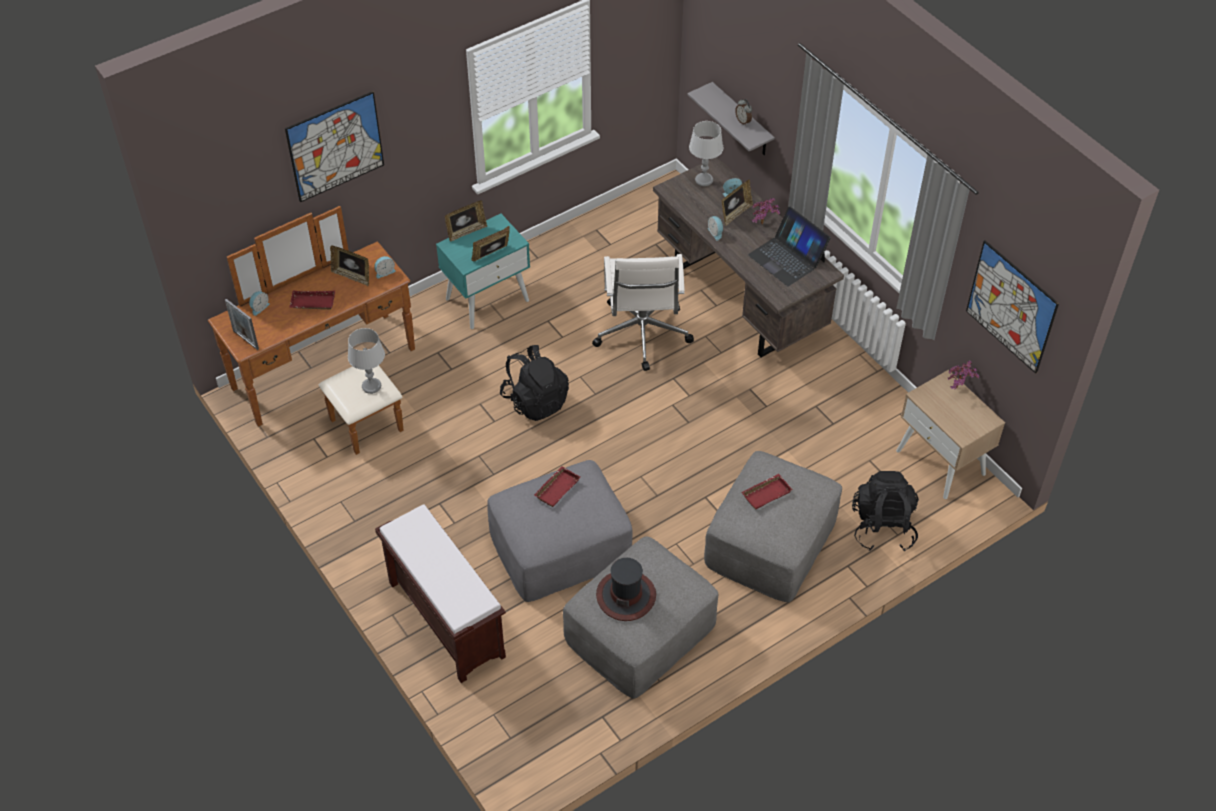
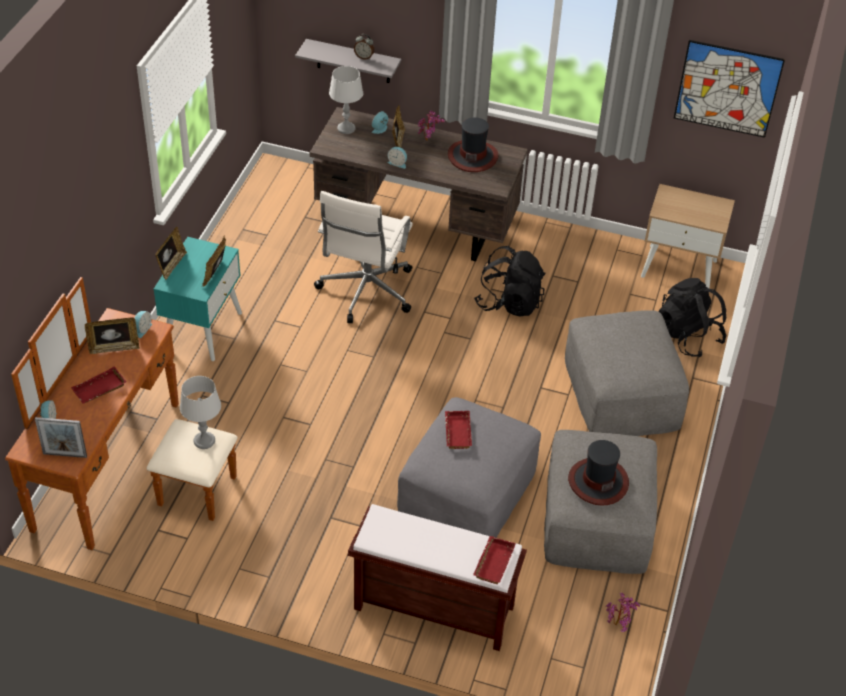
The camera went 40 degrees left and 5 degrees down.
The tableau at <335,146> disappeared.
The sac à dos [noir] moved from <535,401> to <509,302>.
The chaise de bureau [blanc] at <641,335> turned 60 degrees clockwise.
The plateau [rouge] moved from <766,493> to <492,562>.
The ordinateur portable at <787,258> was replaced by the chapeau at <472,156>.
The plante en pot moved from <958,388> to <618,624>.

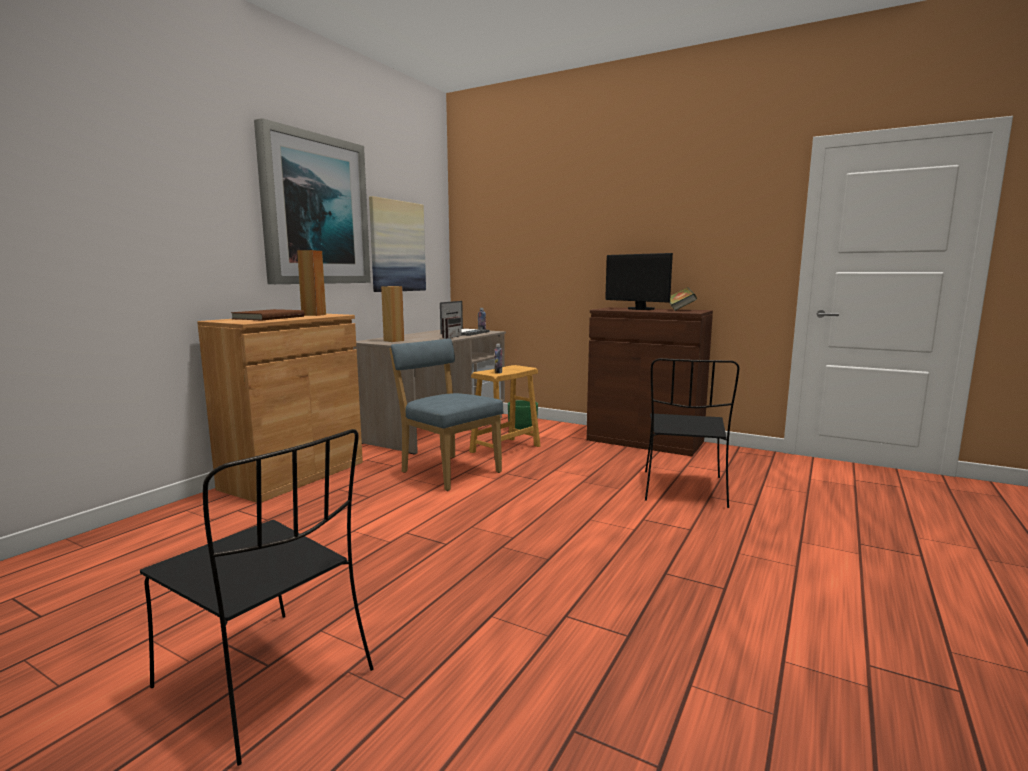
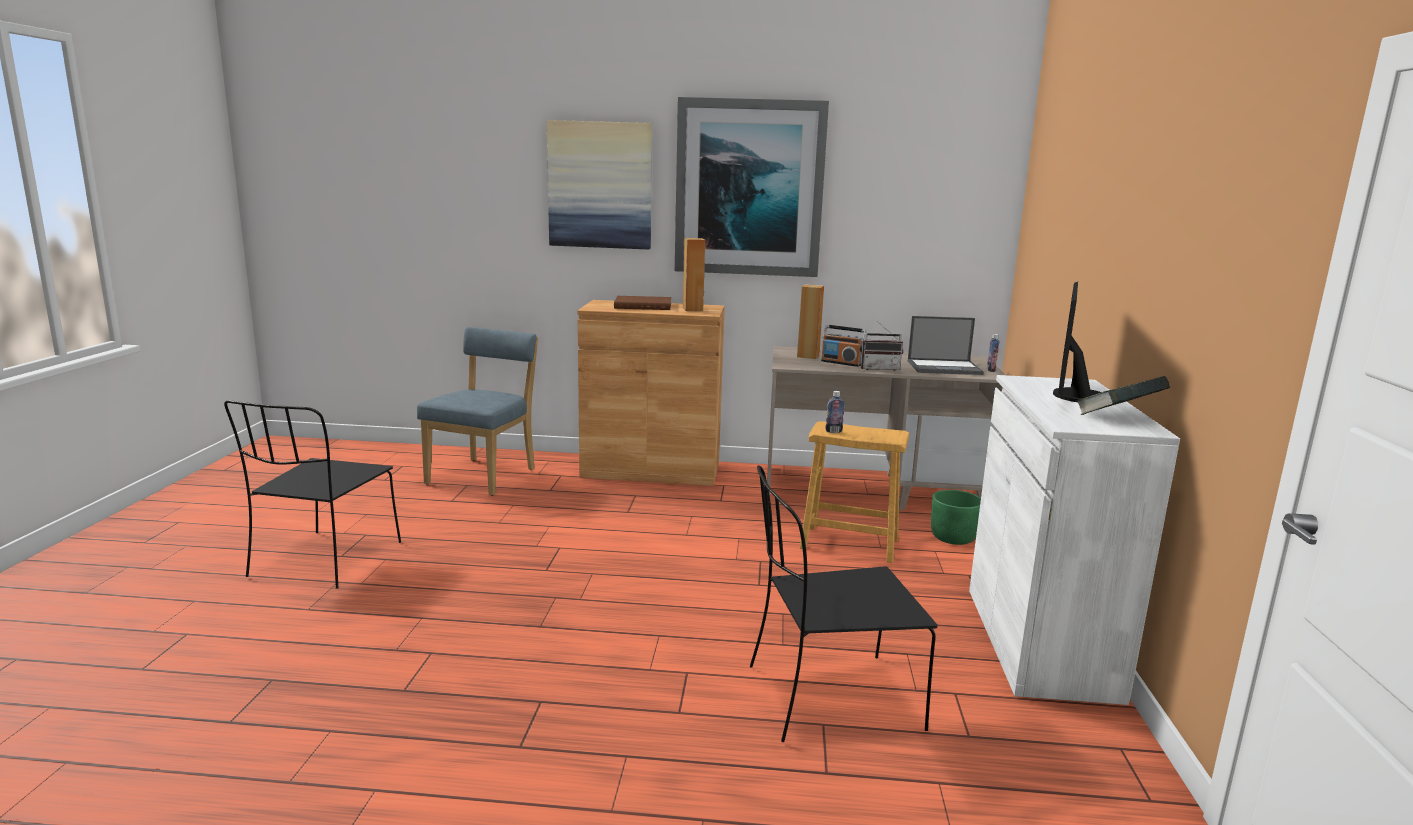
The camera went 65 degrees right and 5 degrees up.
The tableau moved from <397,246> to <600,185>.
The chaise [bleu] moved from <448,471> to <485,475>.
The meuble de rangement [marron] at <644,441> became the meuble de rangement [blanc] at <1039,641>.
The radio at <841,363> appeared.

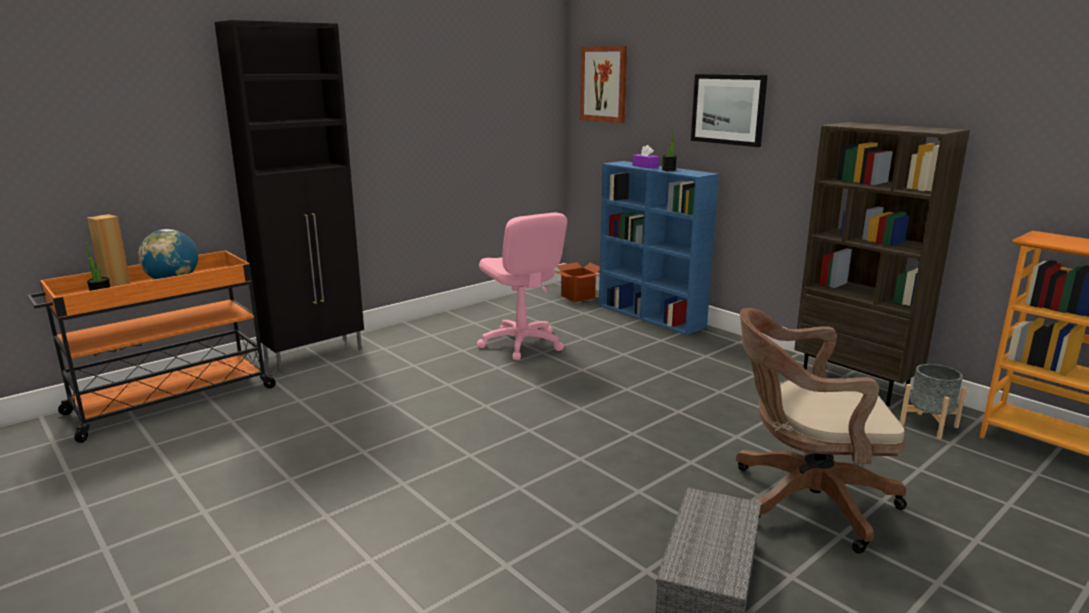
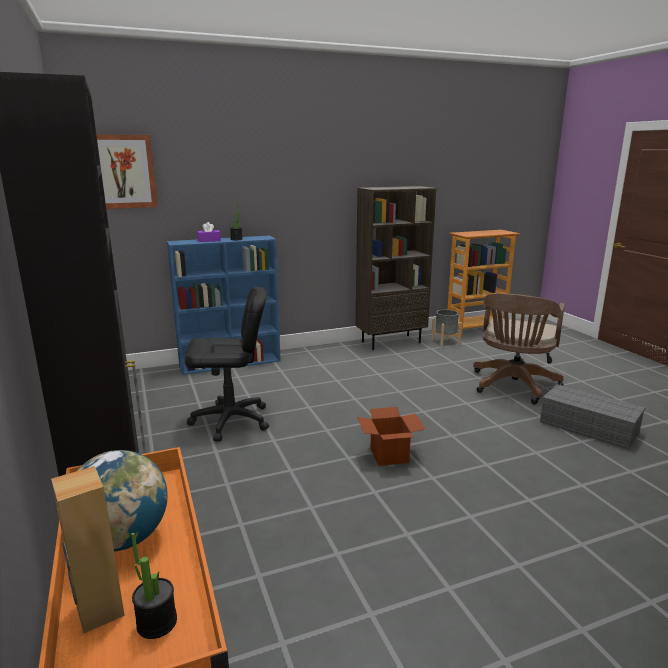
The camera went 70 degrees left and 0 degrees up.
The chaise de bureau [rose] at <521,344> became the chaise de bureau [noir] at <231,421>.
The carton moved from <578,297> to <389,455>.
The tableau at <728,109> disappeared.

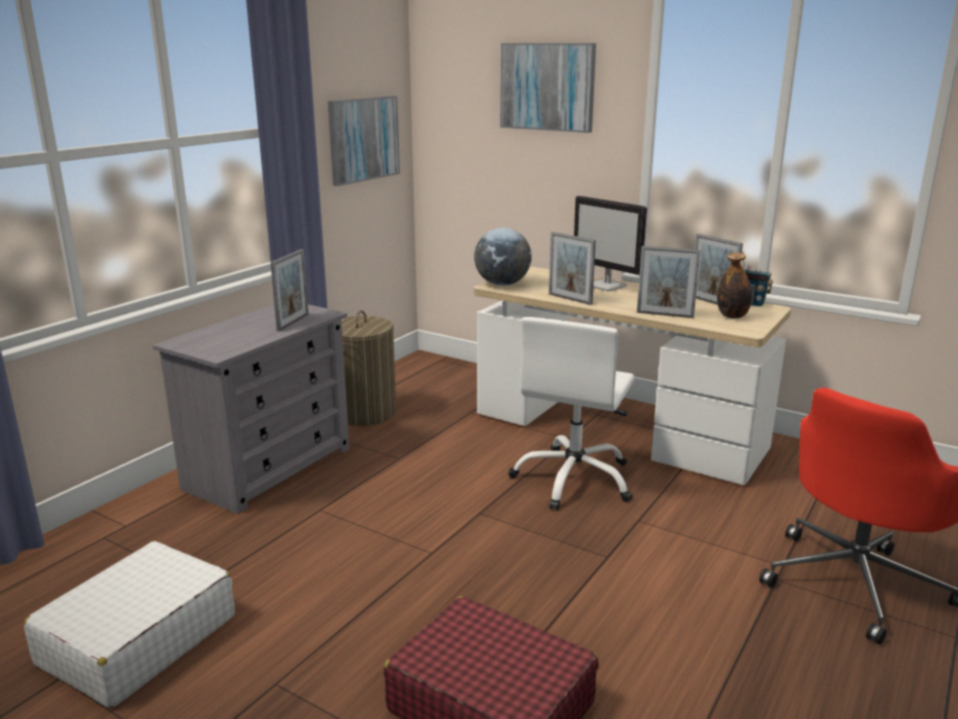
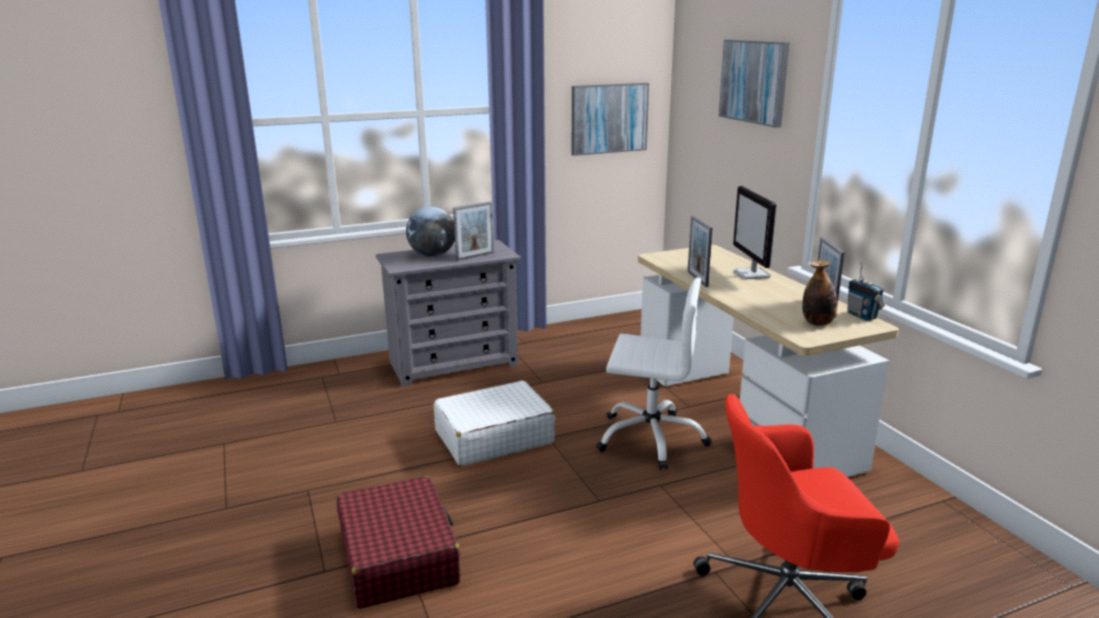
The camera went 35 degrees right and 0 degrees up.
The valise [blanc] moved from <137,640> to <493,437>.
The panier à linge at <365,413> disappeared.
The globe moved from <502,284> to <432,255>.
The chaise de bureau [blanc] at <574,479> turned 135 degrees counterclockwise.
The cadre photo at <665,315> disappeared.

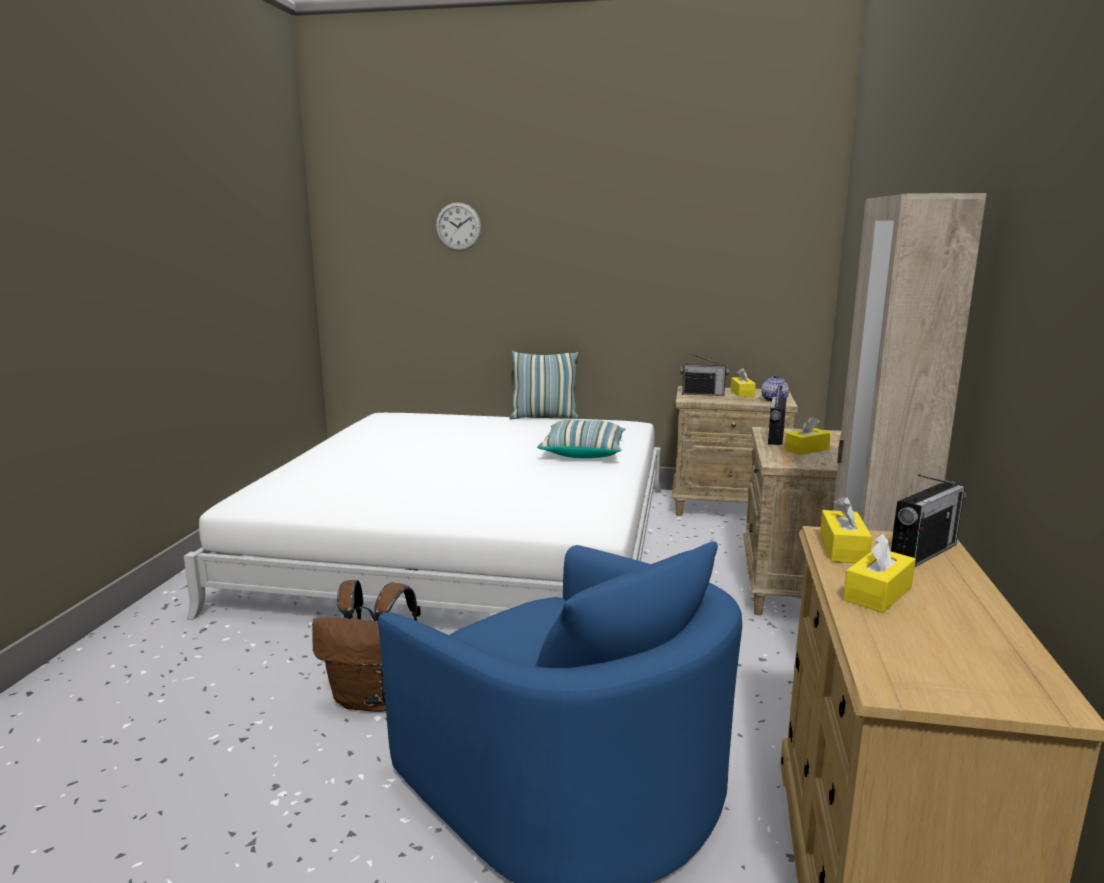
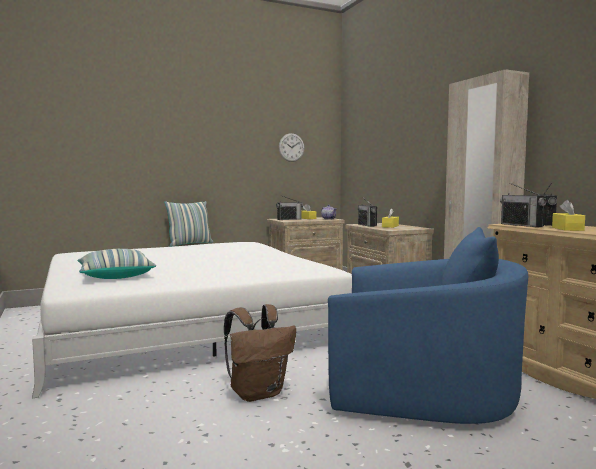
The camera went 35 degrees left and 10 degrees down.
The horloge murale moved from <458,226> to <291,147>.
The coussin moved from <583,452> to <115,276>.
The boîte à mouchoirs [jaune] at <843,549> was replaced by the radio at <521,225>.

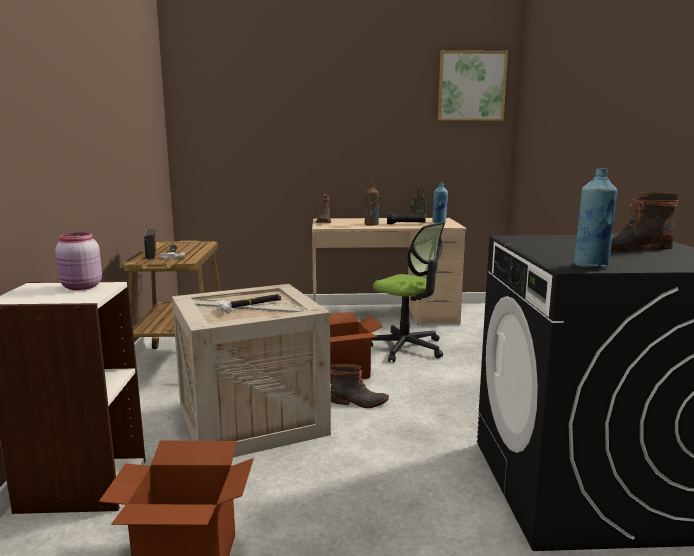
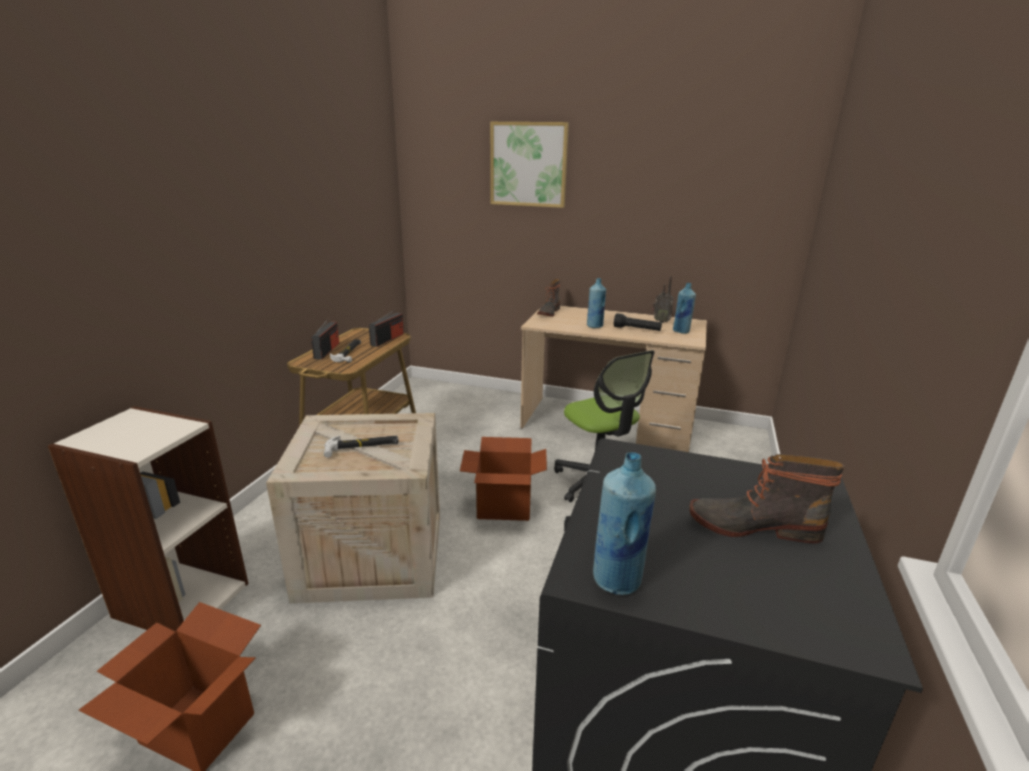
The camera went 20 degrees right and 10 degrees up.
The bocal [rose] at <81,287> disappeared.
The botte at <359,402> disappeared.
The bouteille [marron] at <371,225> became the bouteille [bleu] at <594,326>.
The tableau moved from <471,86> to <528,164>.
The radio at <387,339> appeared.

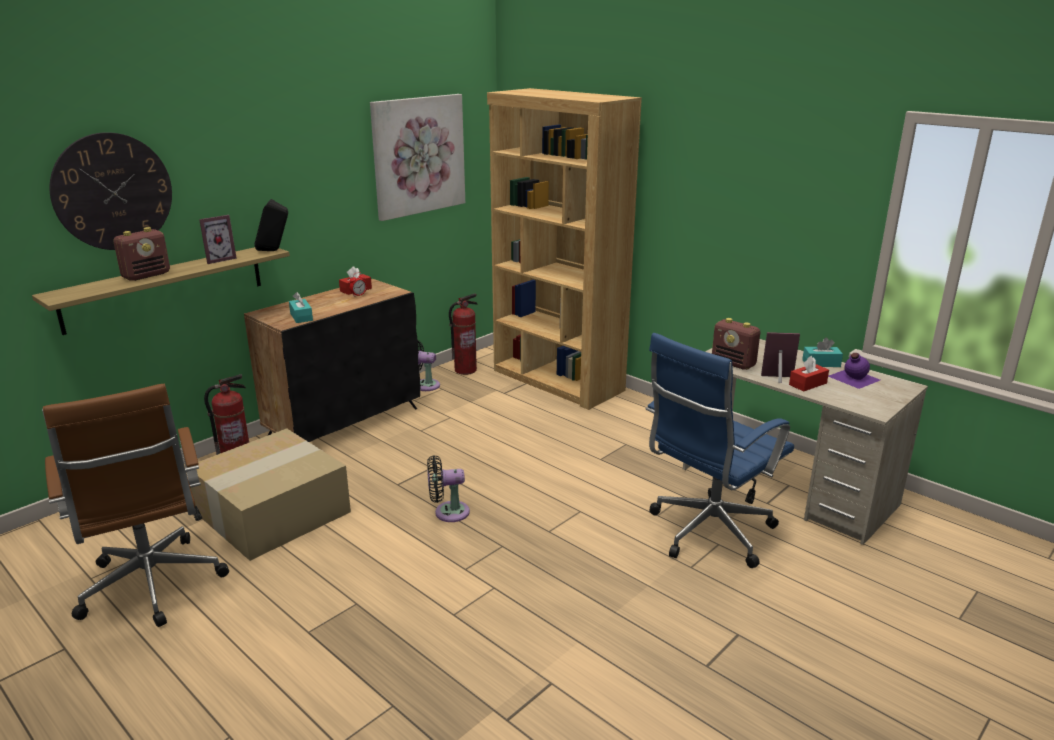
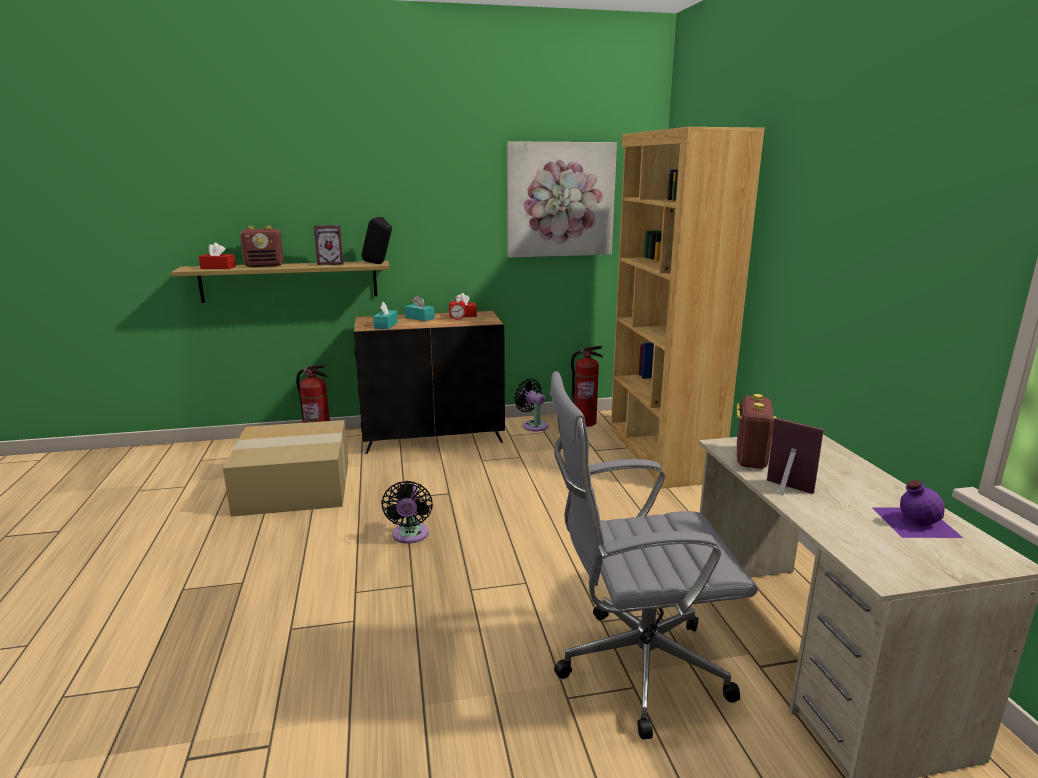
The camera went 35 degrees right and 5 degrees down.
The chaise de bureau [marron] at <152,588> disappeared.
The horloge murale at <113,192> disappeared.
The ventilateur [noir] at <448,512> turned 120 degrees counterclockwise.
The chaise de bureau [bleu] at <707,534> became the chaise de bureau [gris] at <634,668>.
The radio at <734,363> turned 150 degrees counterclockwise.
The boîte à mouchoirs [rouge] moved from <807,384> to <218,268>.
The boîte à mouchoirs [turquoise] moved from <821,363> to <419,318>.

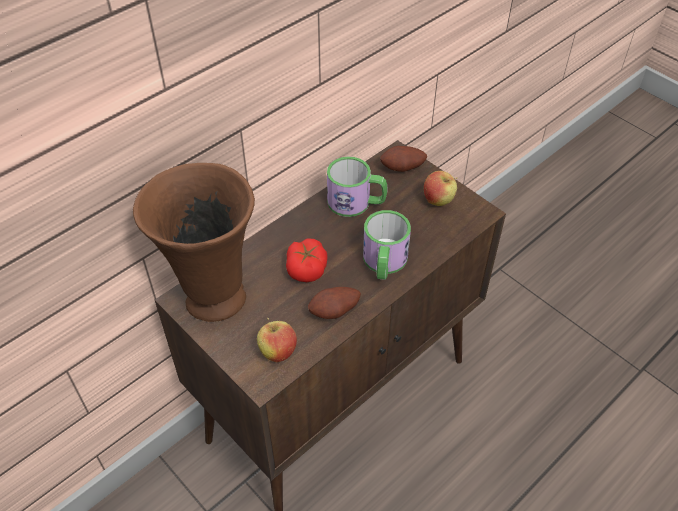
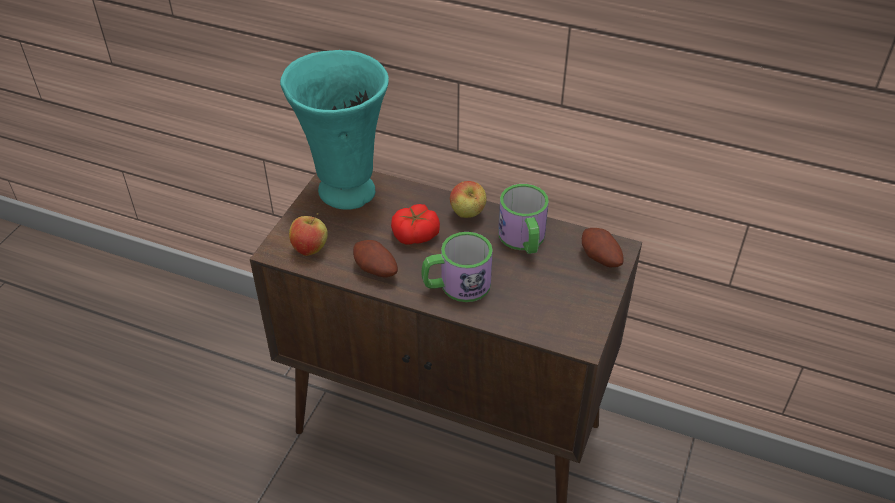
The camera went 65 degrees right and 5 degrees down.
The vase [marron] at <213,300> became the vase [turquoise] at <345,190>.
The pomme moved from <438,201> to <467,214>.

